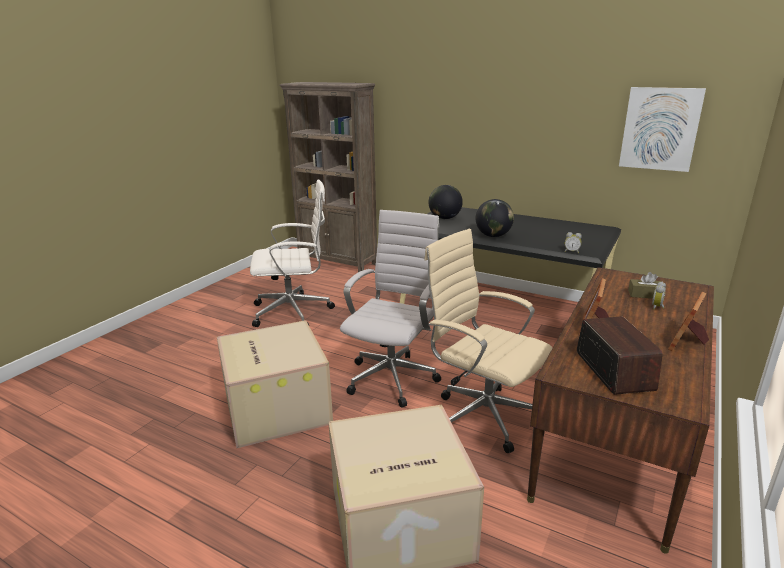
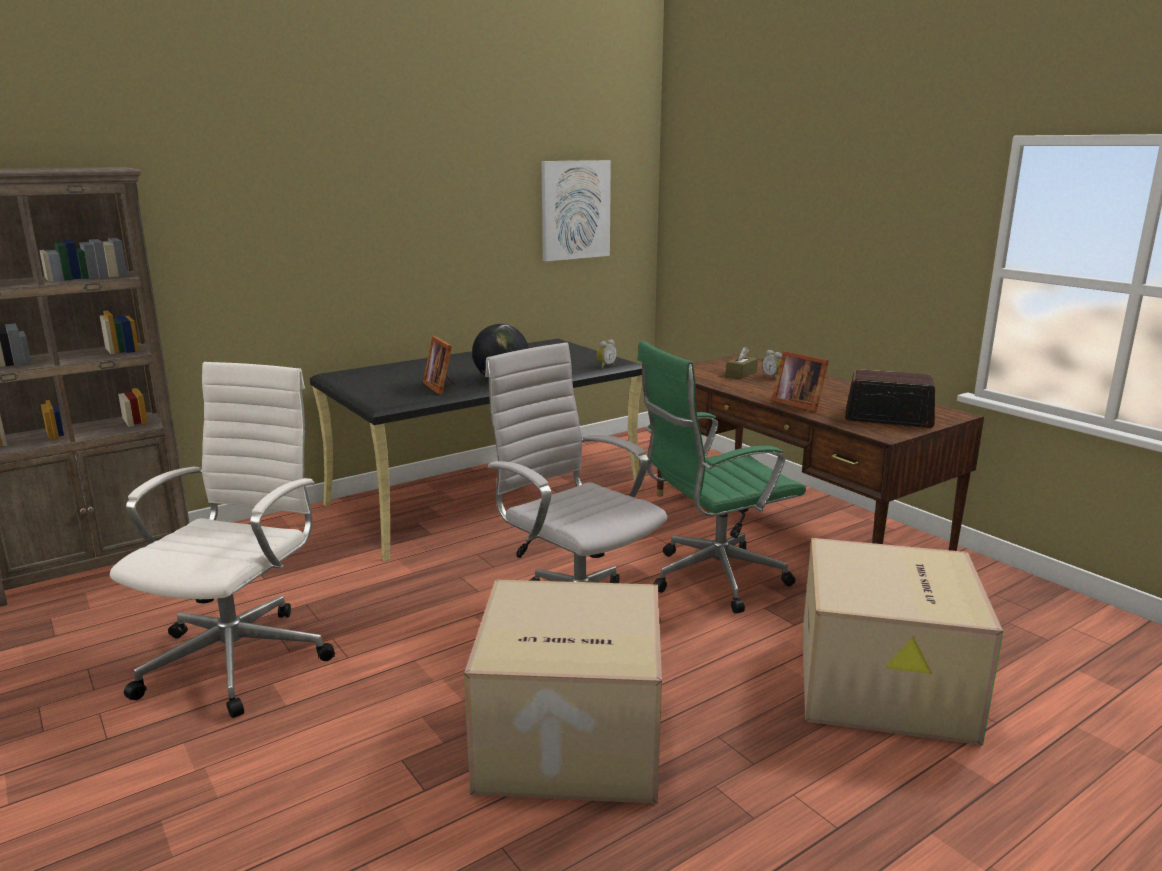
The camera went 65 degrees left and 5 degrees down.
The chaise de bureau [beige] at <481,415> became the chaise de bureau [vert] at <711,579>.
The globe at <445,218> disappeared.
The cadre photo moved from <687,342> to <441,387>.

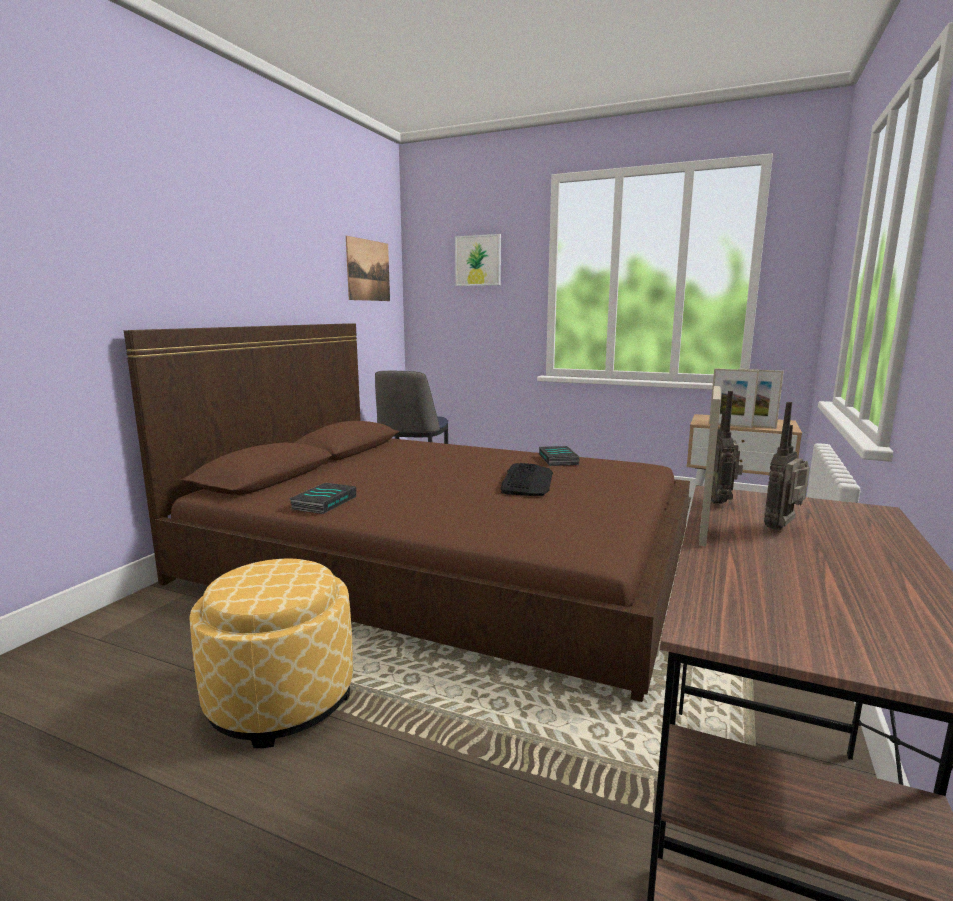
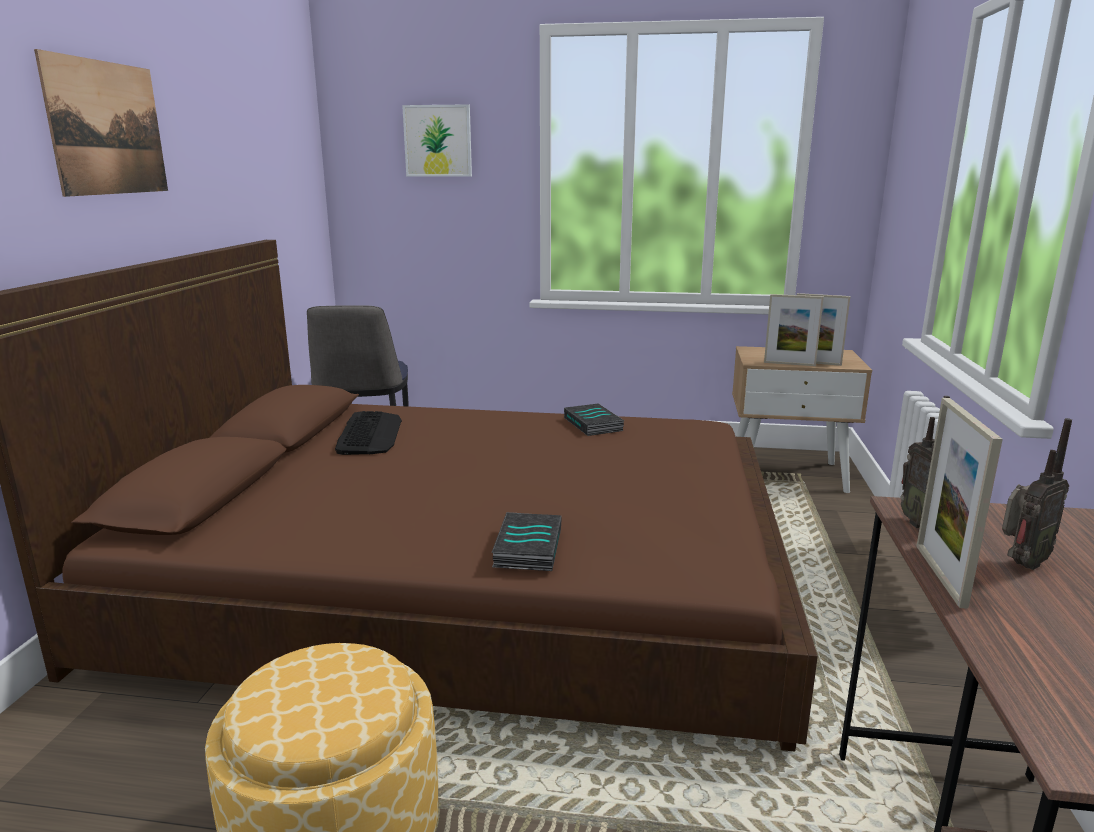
The camera went 15 degrees left and 5 degrees up.
The livre moved from <323,502> to <526,547>.
The tableau moved from <368,270> to <107,128>.
The clavier moved from <527,481> to <370,434>.
The radio at <783,528> turned 150 degrees counterclockwise.

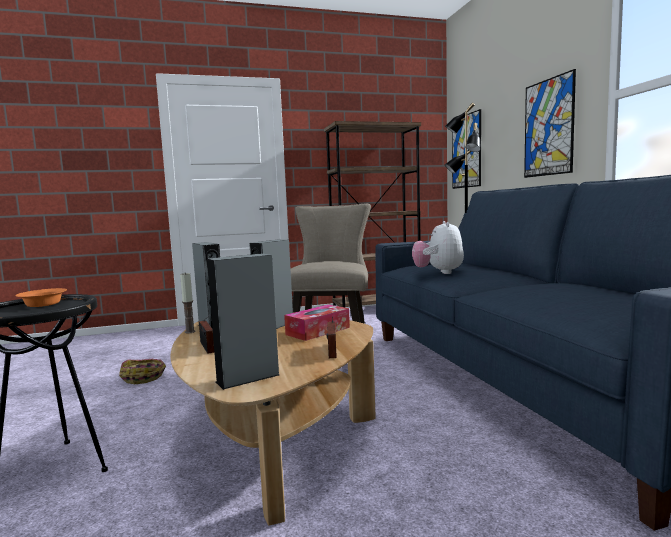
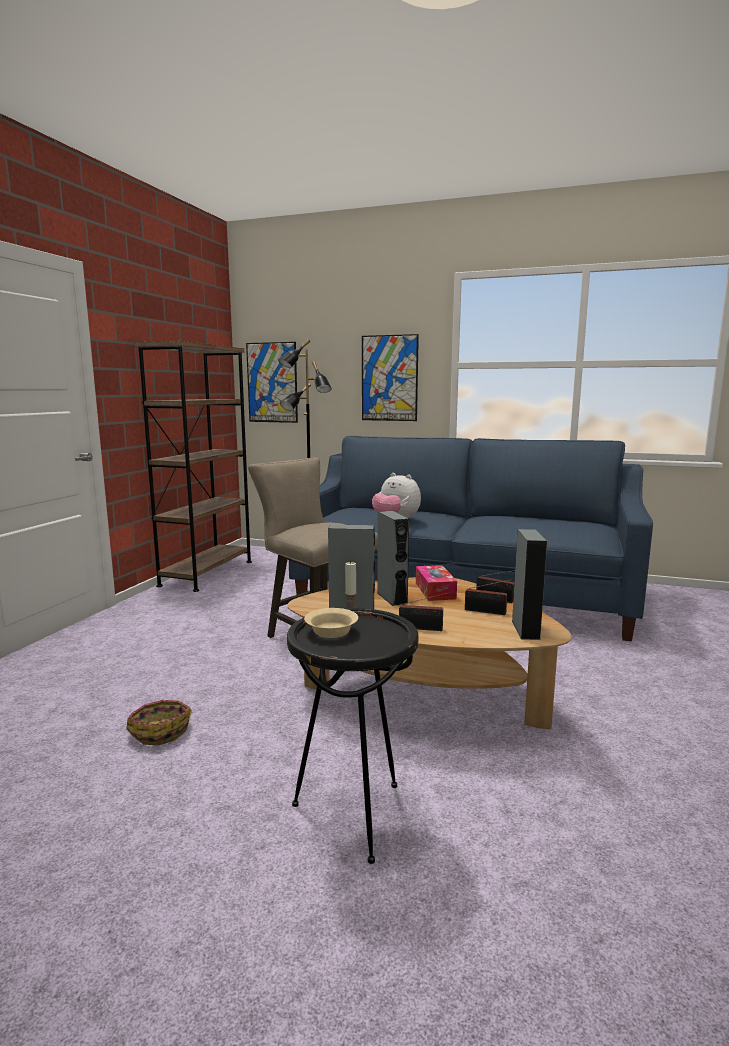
The camera went 55 degrees left and 5 degrees up.
The bol [orange] at <44,304> became the bol [beige] at <330,631>.
The radio at <487,612> appeared.

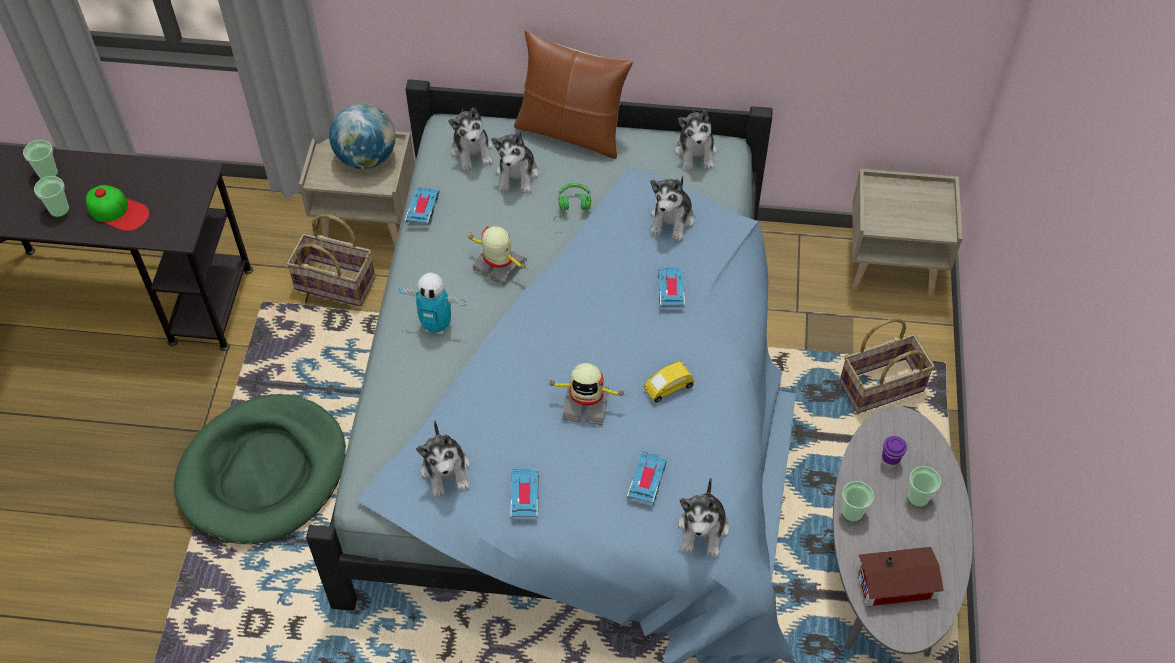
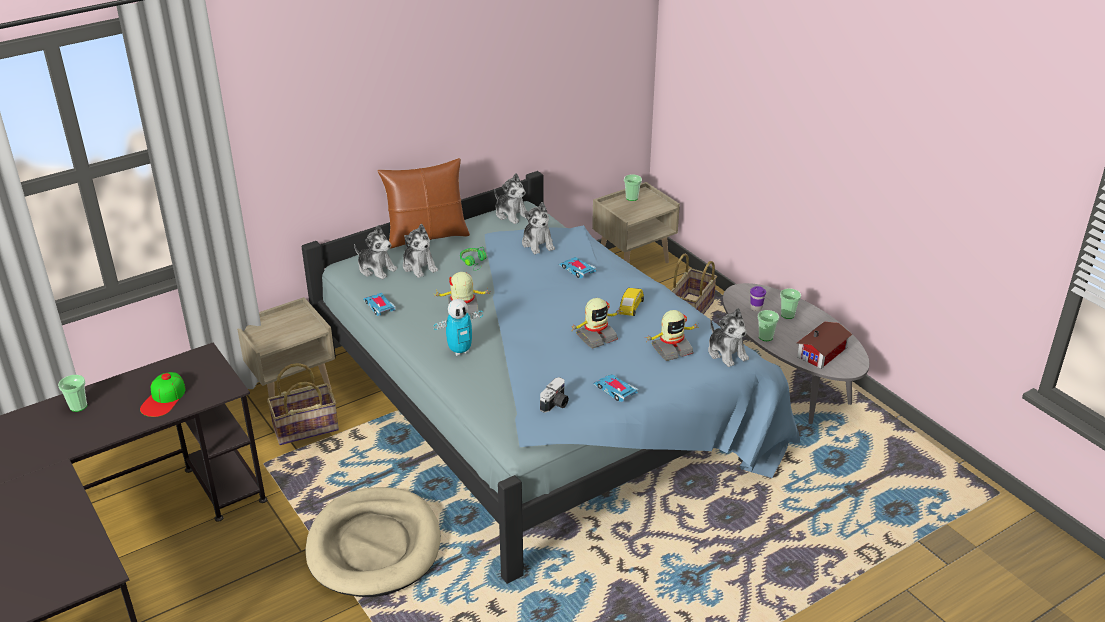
The camera went 40 degrees left and 20 degrees down.
The tasse moved from <59,209> to <632,198>.
The casquette at <118,211> turned 120 degrees clockwise.
The panier pour chien [vert] at <264,473> became the panier pour chien [beige] at <374,546>.
The globe at <366,158> disappeared.
The peluche at <446,470> was replaced by the appareil photo at <556,404>.
The petite voiture at <647,480> was replaced by the robot jouet at <671,349>.

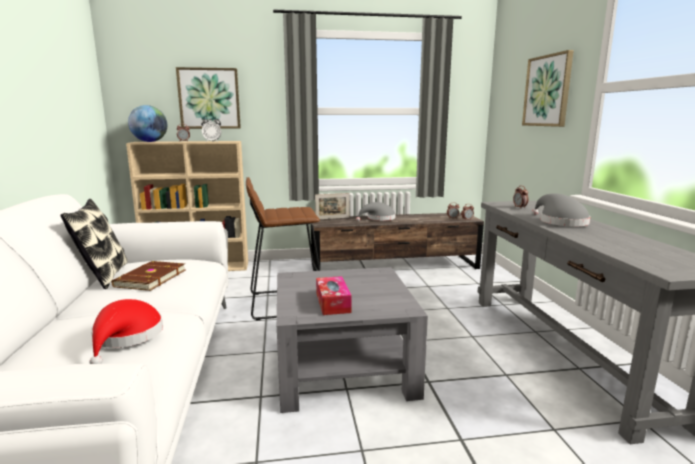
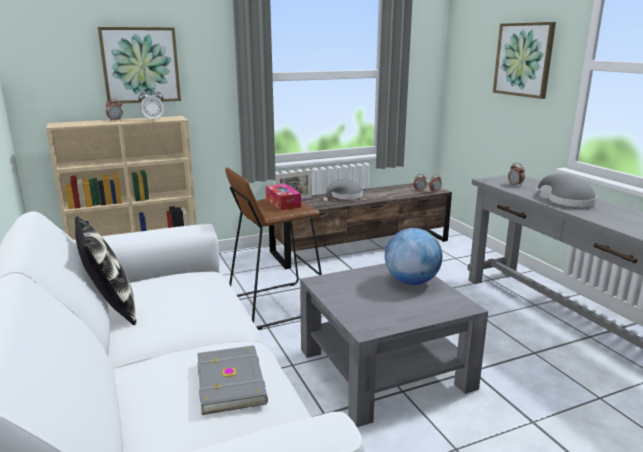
The camera went 15 degrees left and 5 degrees up.
The chapeau [rouge] at <126,337> was replaced by the livre [gris] at <232,381>.
The livre [marron] at <149,278> disappeared.
The globe moved from <150,142> to <411,282>.
The boîte à mouchoirs moved from <333,303> to <283,203>.

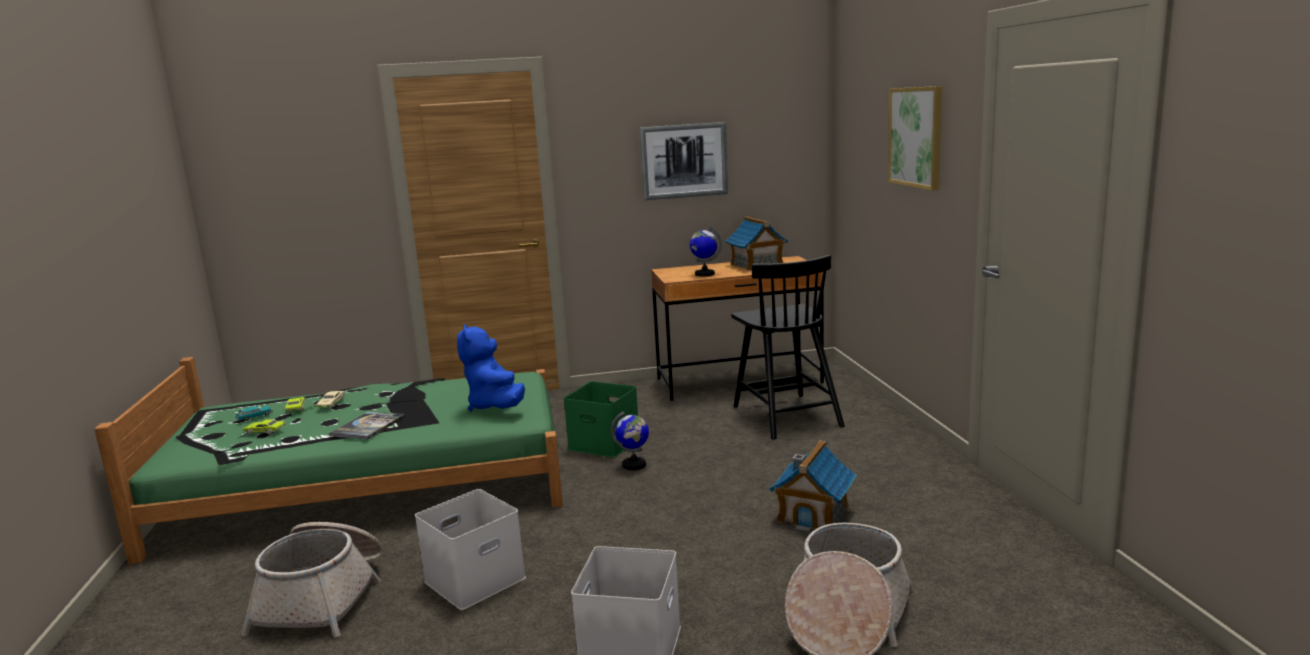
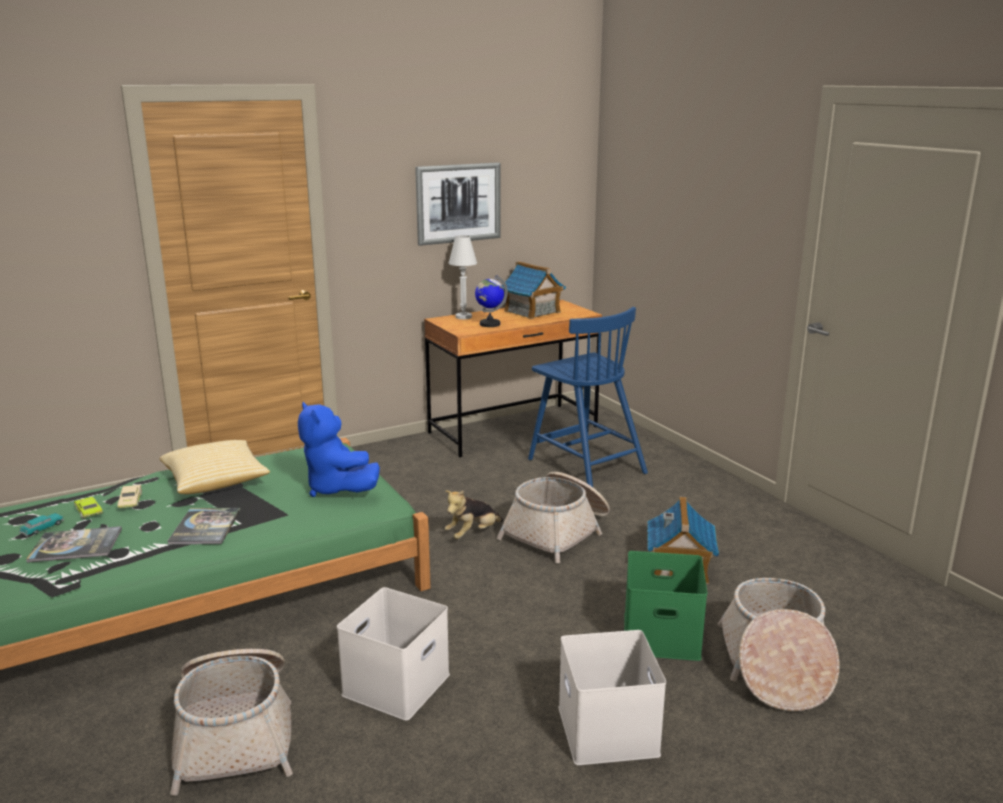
The camera went 20 degrees left and 5 degrees up.
The petite voiture [vert] at <265,431> was replaced by the livre at <76,546>.
The boîte de rangement [vert] moved from <606,443> to <663,634>.
The globe at <634,465> was replaced by the peluche at <473,534>.
The chaise [noir] at <786,415> became the chaise [bleu] at <585,465>.
The tableau at <916,137> disappeared.
The coussin at <216,482> appeared.
The lampe de table [blanc] at <463,317> appeared.
The panier at <558,532> appeared.

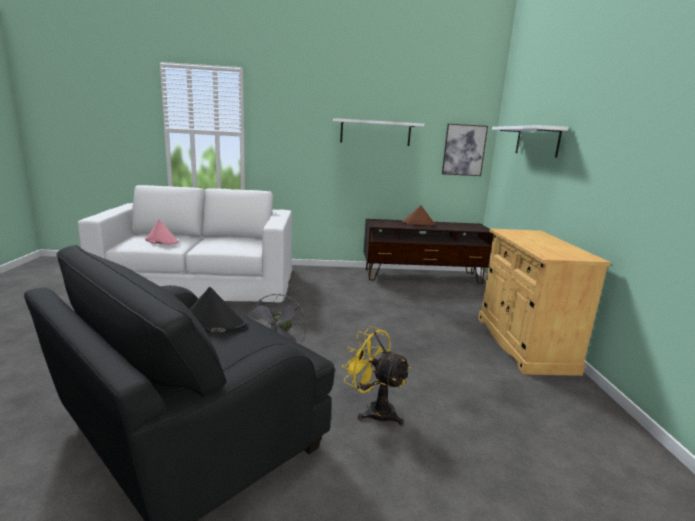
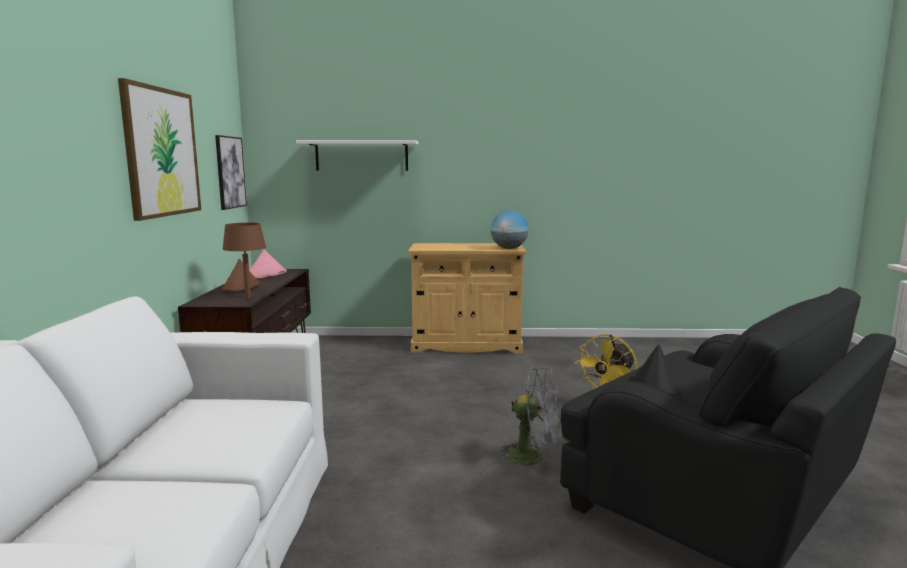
The camera went 85 degrees left and 5 degrees down.
The chapeau [rose] moved from <161,241> to <266,274>.
The étagère [blanc] at <375,132> was replaced by the tableau at <161,152>.
The lampe de table [marron] at <248,297> appeared.
The globe at <509,248> appeared.

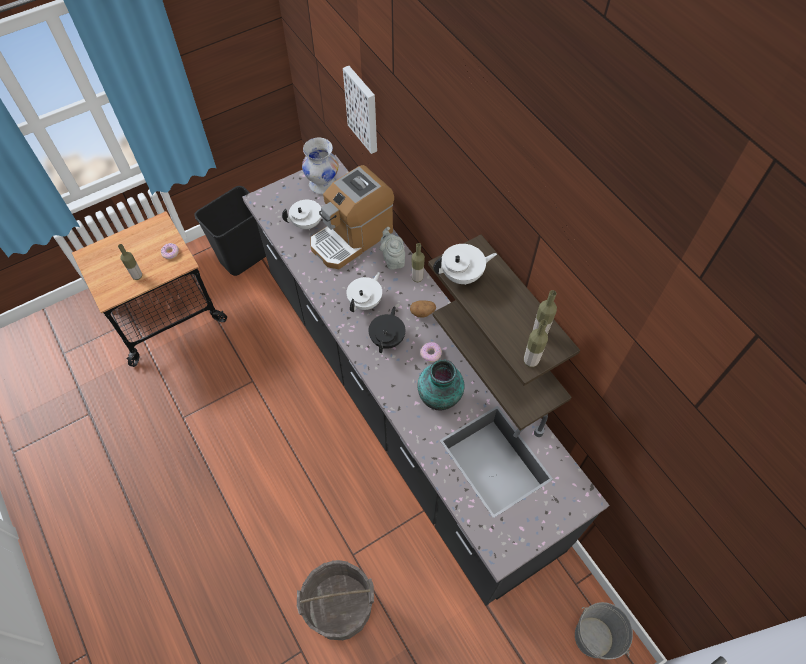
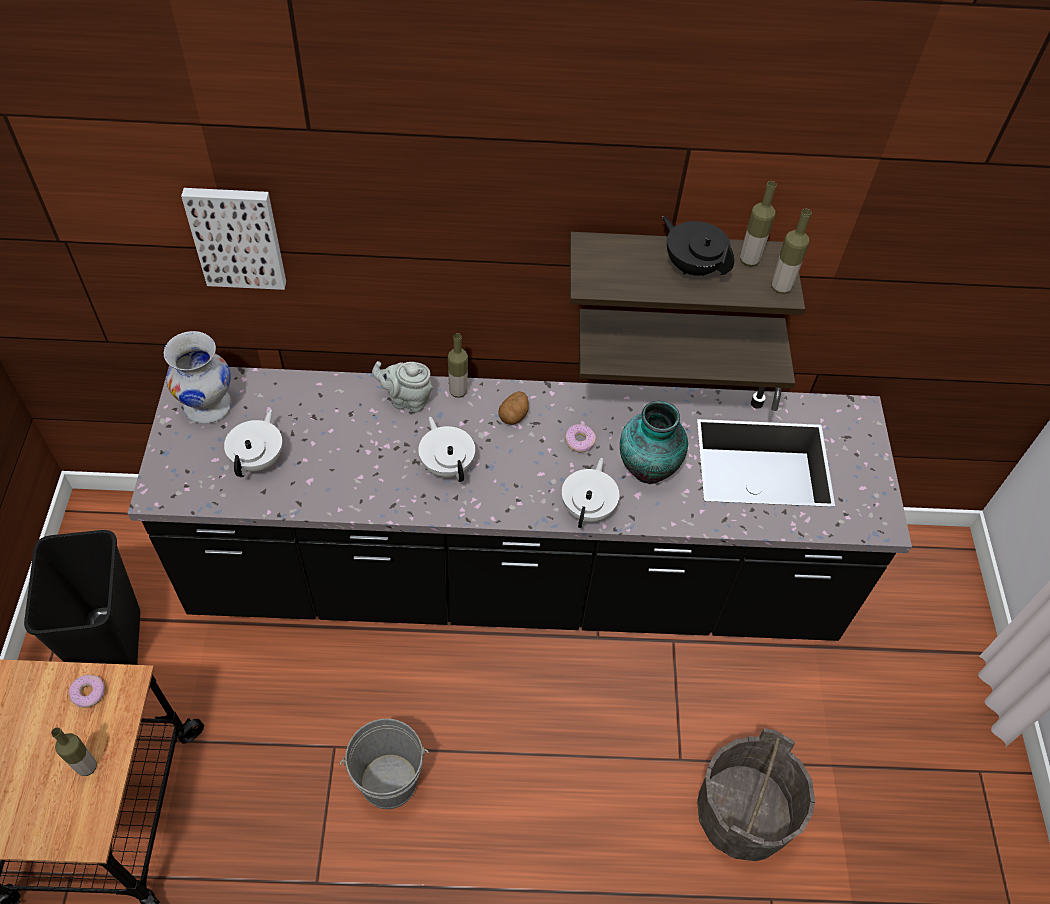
The camera went 60 degrees left and 5 degrees down.
The machine à café at <352,237> disappeared.
The théière [noir] moved from <387,339> to <692,266>.
The théière [blanc] moved from <462,275> to <588,508>.
The seau [gris] moved from <593,637> to <389,781>.

